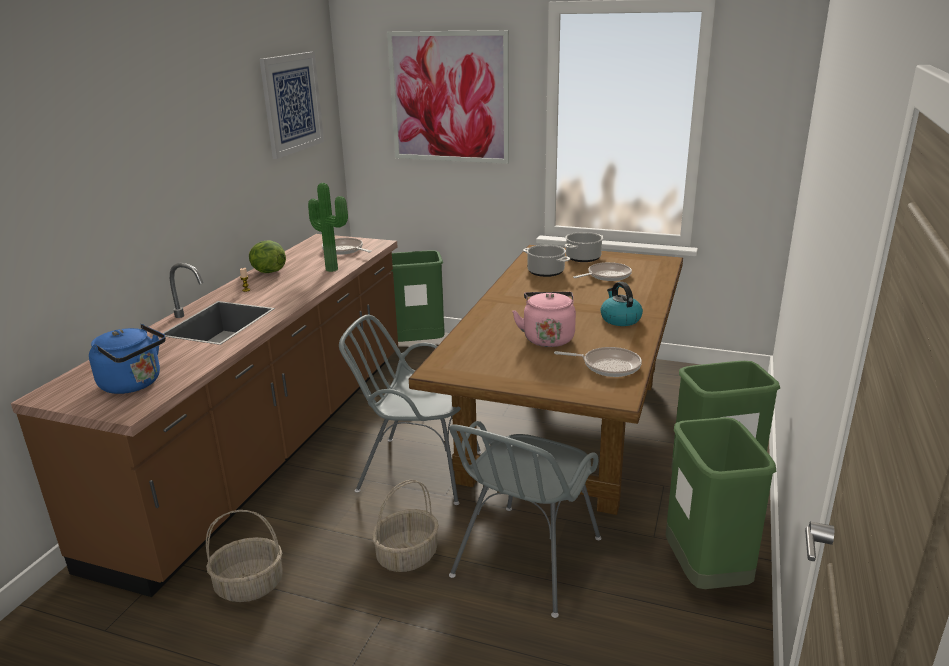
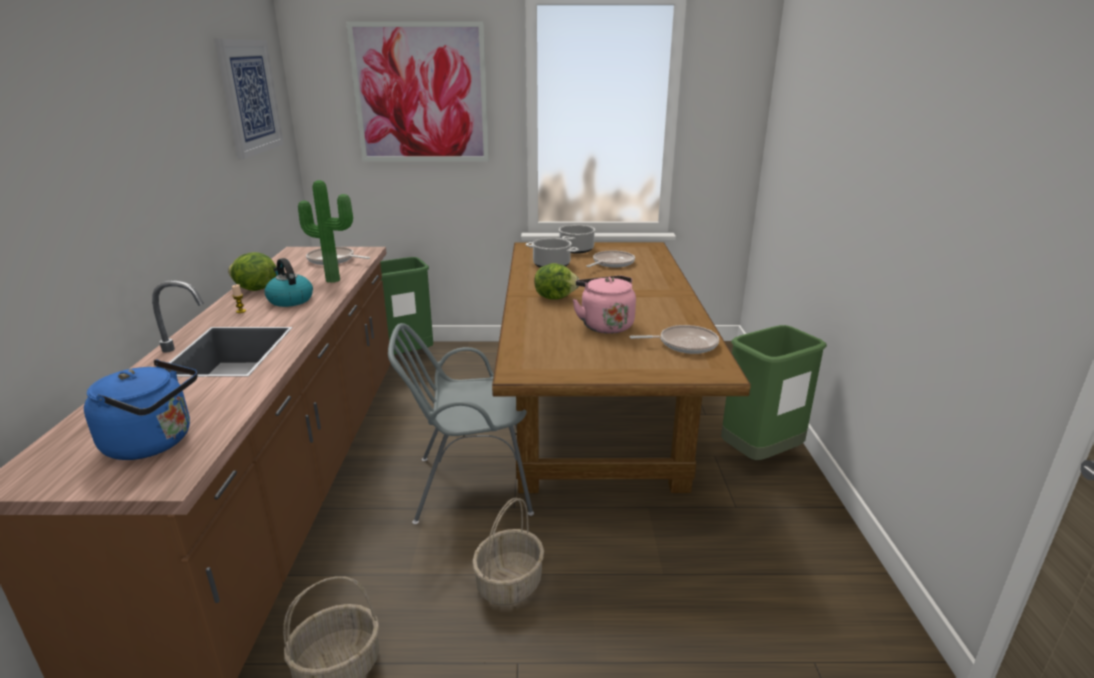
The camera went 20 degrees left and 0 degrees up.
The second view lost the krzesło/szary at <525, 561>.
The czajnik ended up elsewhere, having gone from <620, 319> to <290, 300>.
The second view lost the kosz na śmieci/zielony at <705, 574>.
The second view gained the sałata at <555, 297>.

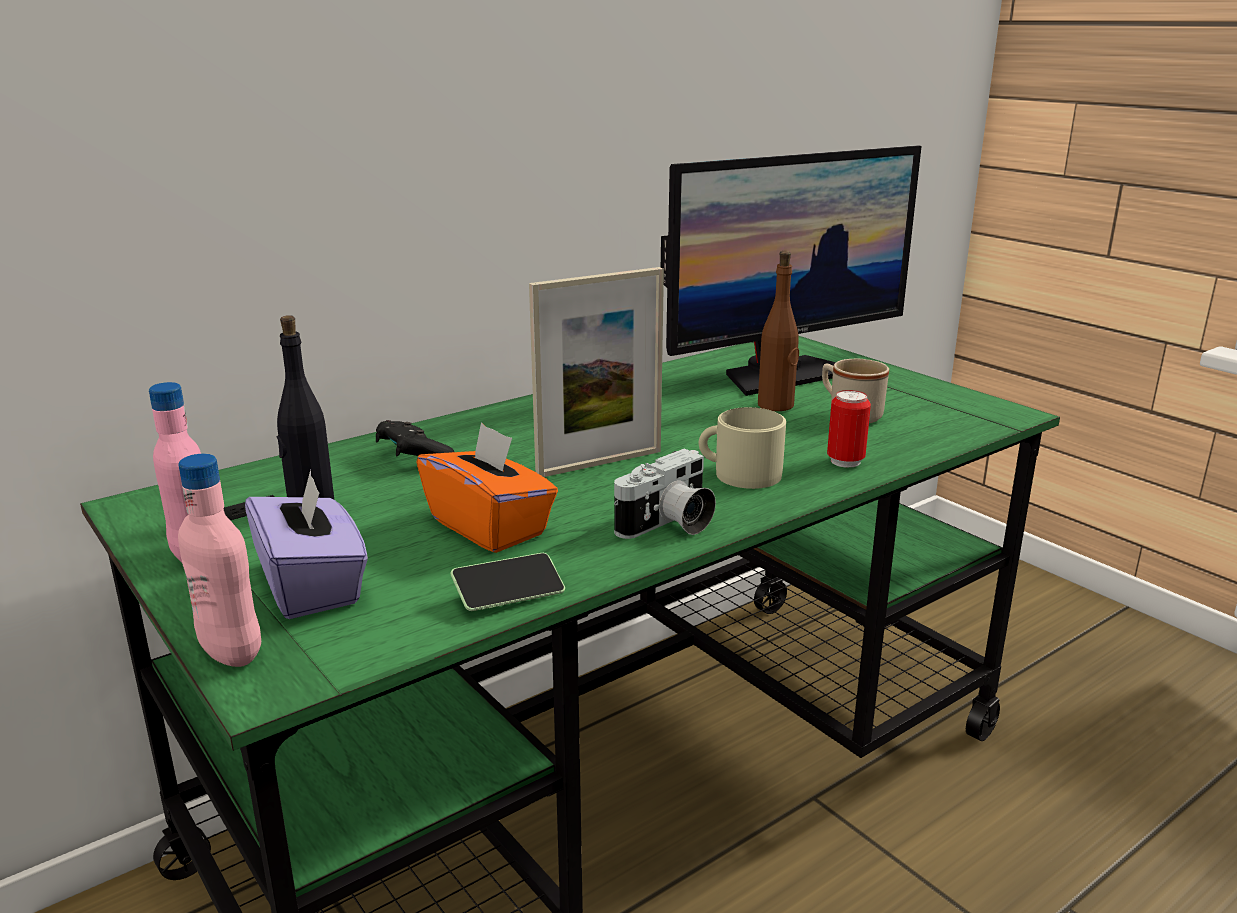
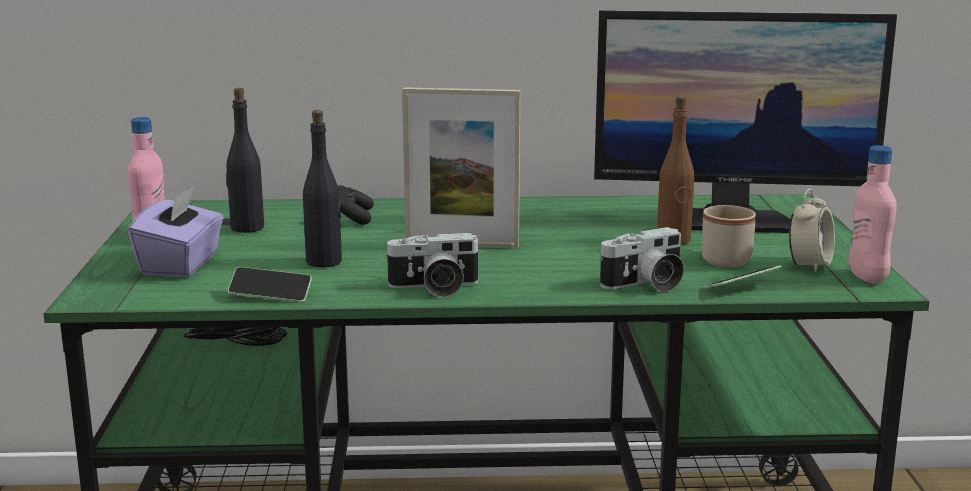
The camera went 35 degrees right and 5 degrees down.
The butelka/różowy ended up elsewhere, having gone from <231, 653> to <867, 277>.
Where the pudełko chusteczek/pomarańczowy stood at <490, 527>, the butelka/czarny came to stand at <324, 262>.
The second view lost the kubek/beżowy at <739, 474>.
Where the puszka stood at <845, 461>, the aparat fotograficzny came to stand at <646, 285>.
The second view gained the telefon at <741, 288>.
The second view gained the budzik at <809, 265>.

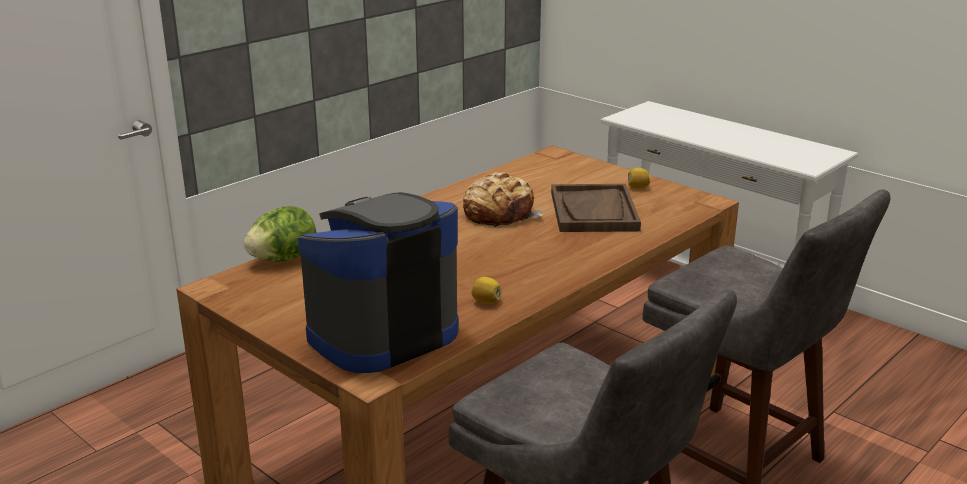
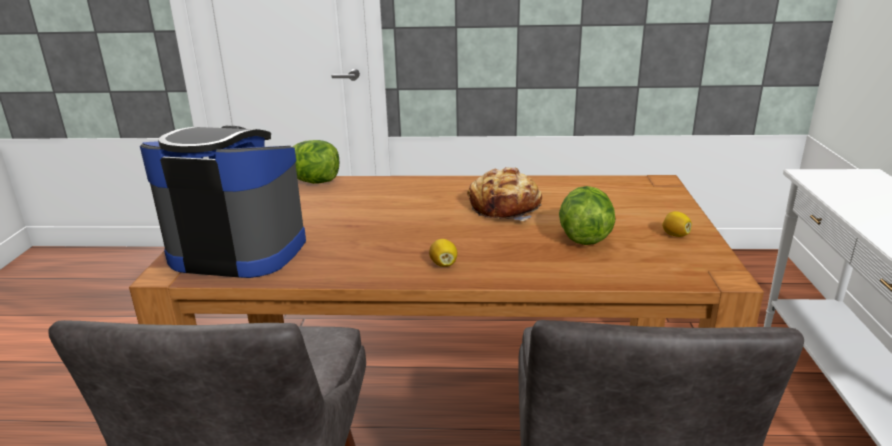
The camera went 50 degrees right and 0 degrees up.
The cytryna ended up elsewhere, having gone from <486, 302> to <443, 264>.
Where the taca/brązowy stood at <594, 211>, the sałata came to stand at <584, 237>.

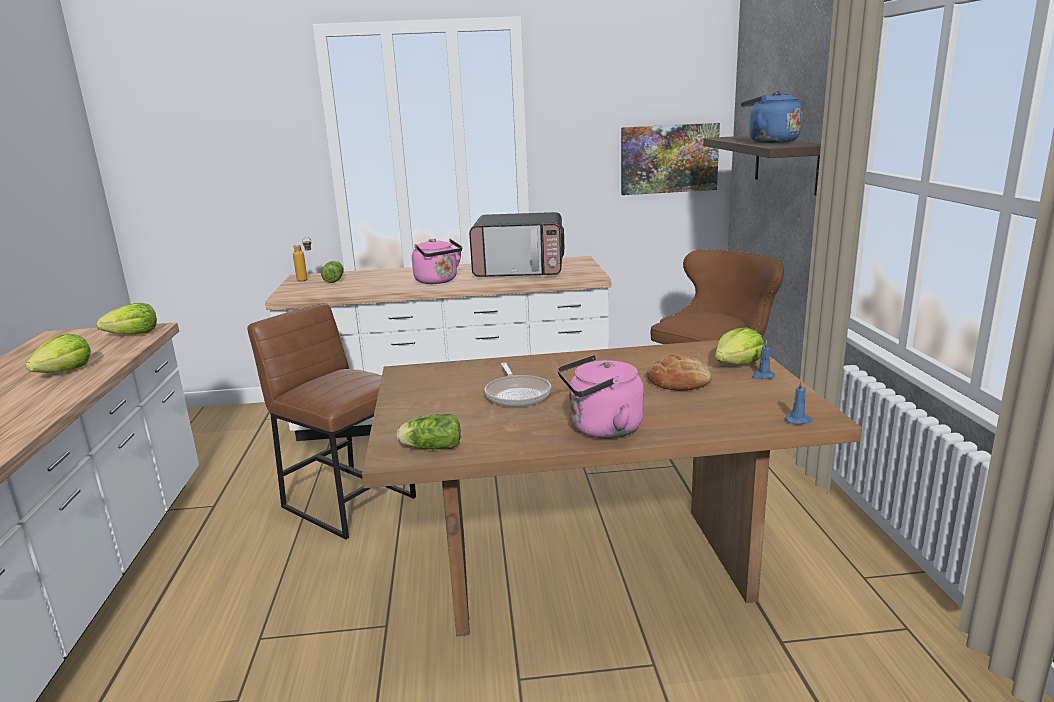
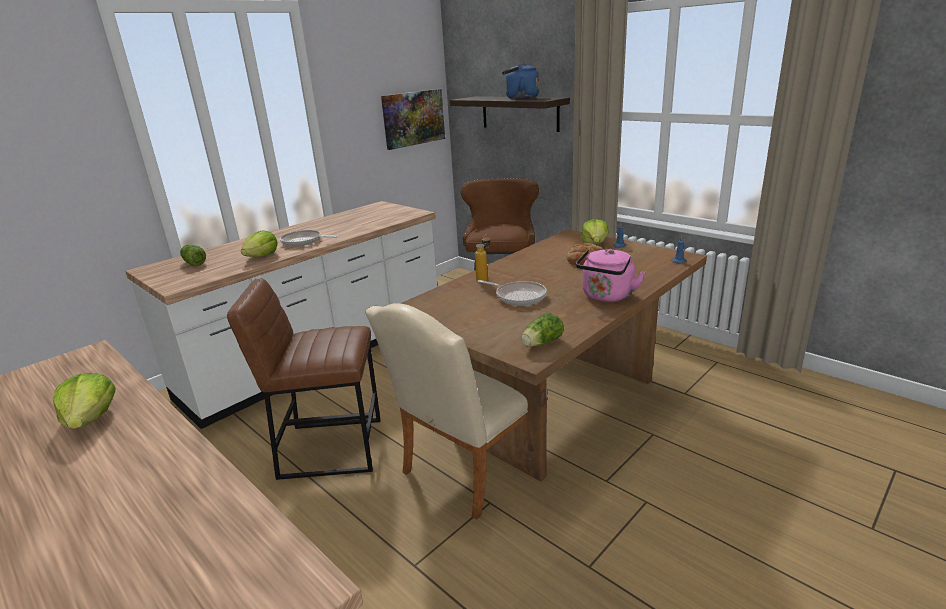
The camera went 40 degrees left and 5 degrees up.
The sałata ended up elsewhere, having gone from <134, 334> to <262, 256>.
The butelka ended up elsewhere, having gone from <306, 280> to <484, 279>.
Where the czajnik/różowy stood at <438, 281>, the patelnia came to stand at <304, 242>.
The second view lost the mikrofalówka at <520, 270>.
The second view gained the krzesło/beżowy at <467, 469>.

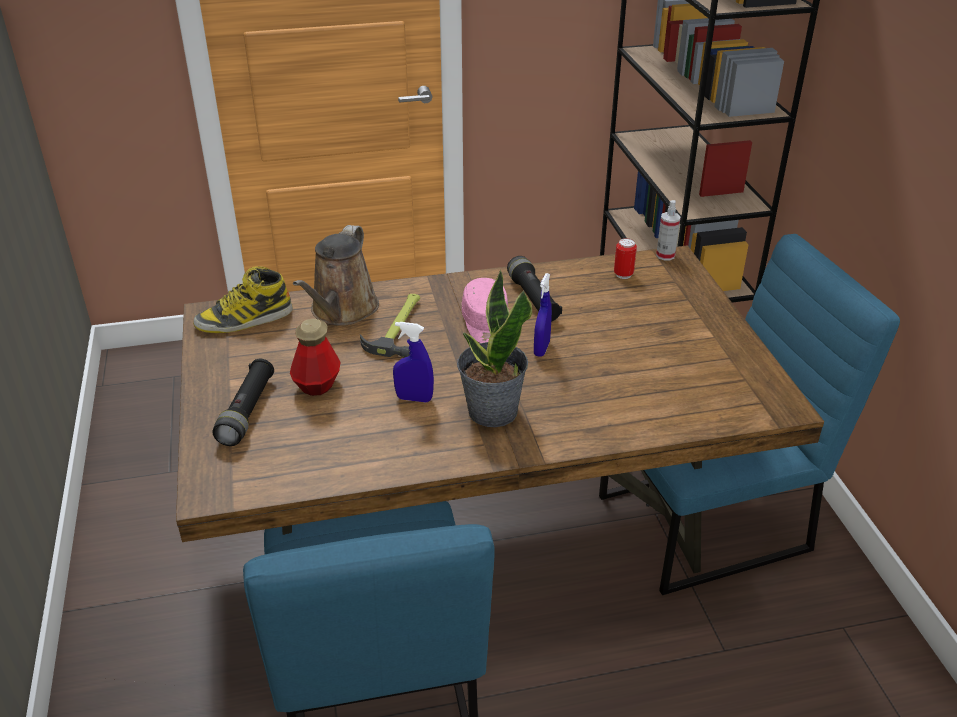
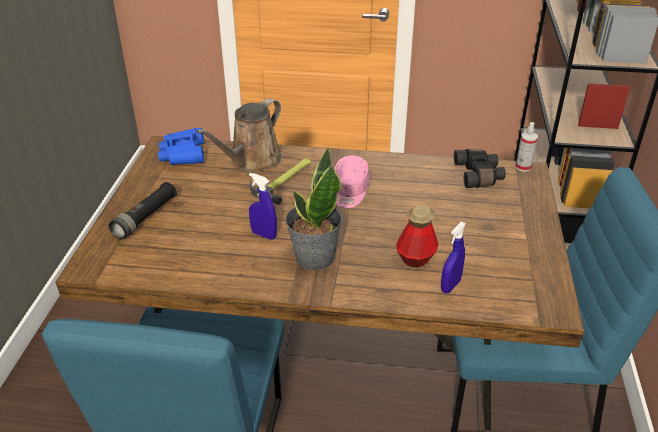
The camera went 20 degrees right and 0 degrees up.
Where the but z cholewką stood at <244, 320>, the lornetka/niebieski came to stand at <183, 154>.
The butelka ended up elsewhere, having gone from <317, 385> to <416, 258>.
The second view lost the latarka/czarny at <533, 299>.
The spryskiwacz/niebieski ended up elsewhere, having gone from <541, 349> to <450, 286>.
Where the puszka stood at <623, 275>, the lornetka/czarny came to stand at <479, 175>.

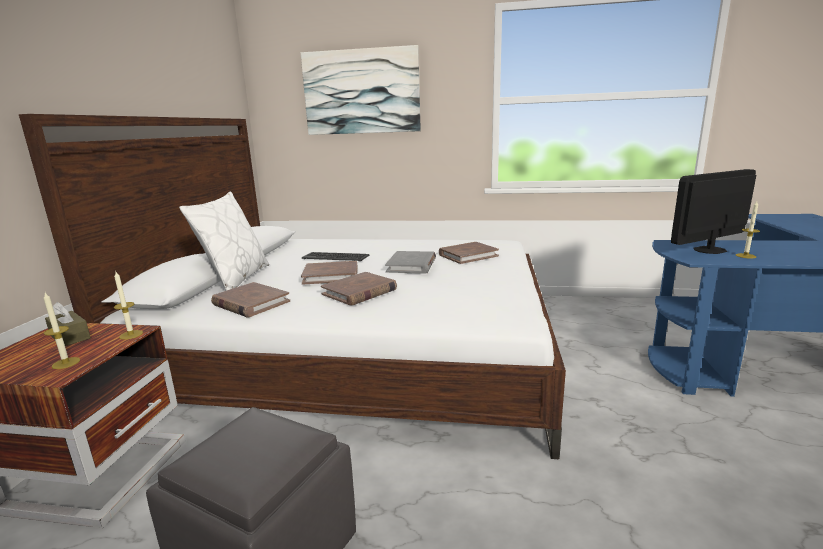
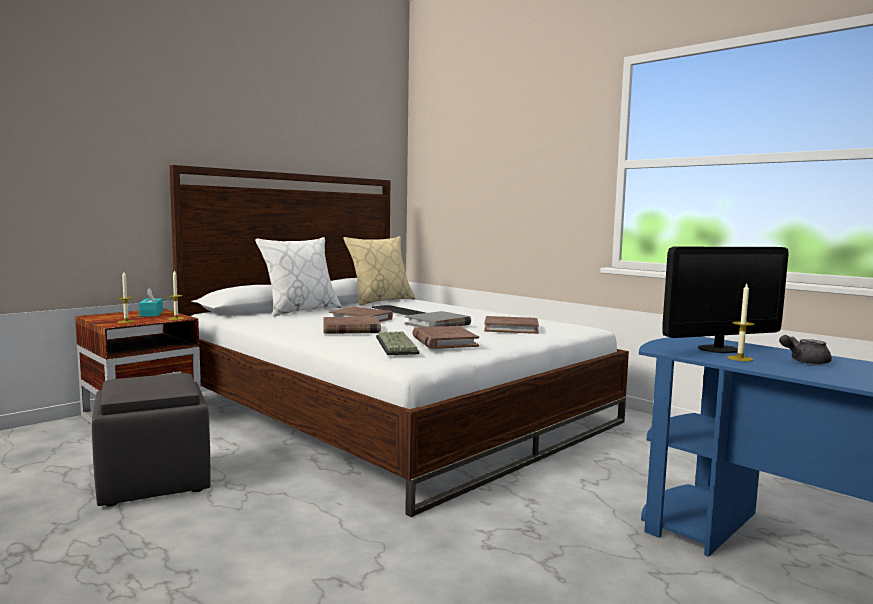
The camera went 35 degrees right and 10 degrees down.
What was the pudełko chusteczek/brązowy at <70, 336> turned into the pudełko chusteczek/turkusowy at <151, 314>.
The książka/brązowy ended up elsewhere, having gone from <250, 303> to <444, 341>.
The second view lost the obraz at <361, 92>.
The monitor at <709, 250> ended up facing another way, 150 degrees clockwise from before.
The second view gained the poduszka/beżowy at <380, 301>.
The second view gained the klawiatura at <398, 345>.
The second view gained the imbryk/szary at <804, 361>.

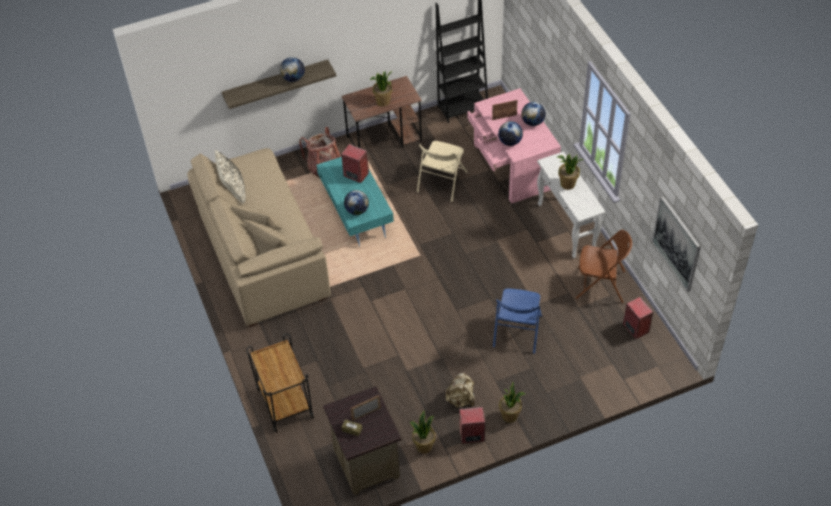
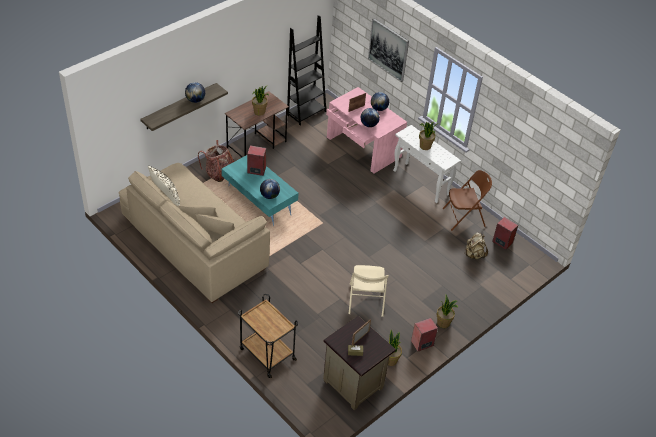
The camera went 25 degrees left and 5 degrees down.
The krzesło/beżowy ended up elsewhere, having gone from <442, 182> to <365, 300>.
The plecak/beżowy ended up elsewhere, having gone from <461, 399> to <474, 255>.
The second view lost the krzesło/niebieski at <517, 331>.
The obraz ended up elsewhere, having gone from <676, 243> to <388, 49>.

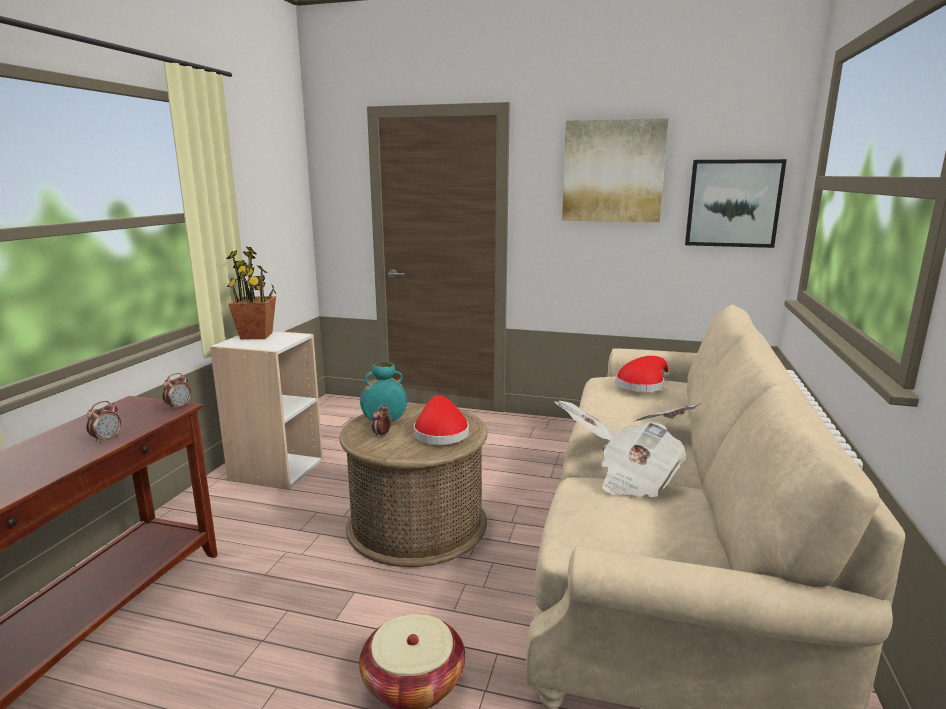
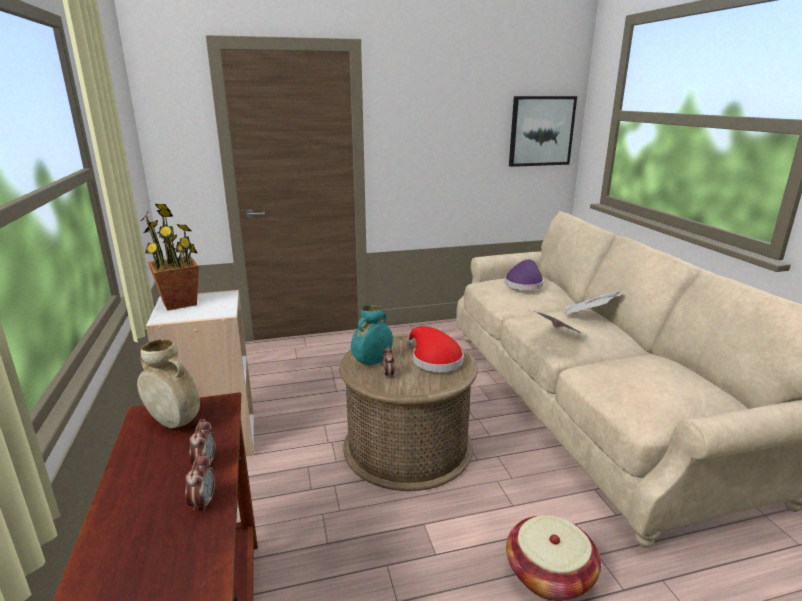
The camera went 30 degrees left and 5 degrees up.
The budzik ended up elsewhere, having gone from <179, 407> to <203, 502>.
The second view lost the obraz at <613, 171>.
The second view lost the gazeta at <636, 480>.
What was the kapelusz/czerwony at <642, 385> turned into the kapelusz/fioletowy at <524, 284>.
The second view gained the wazon/beżowy at <175, 423>.

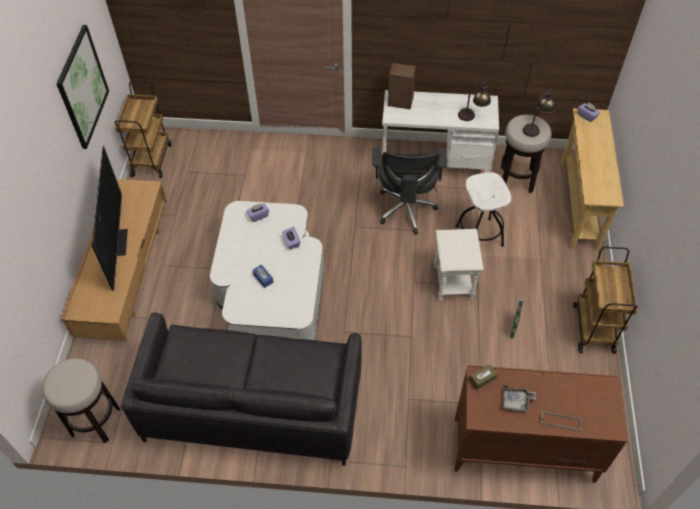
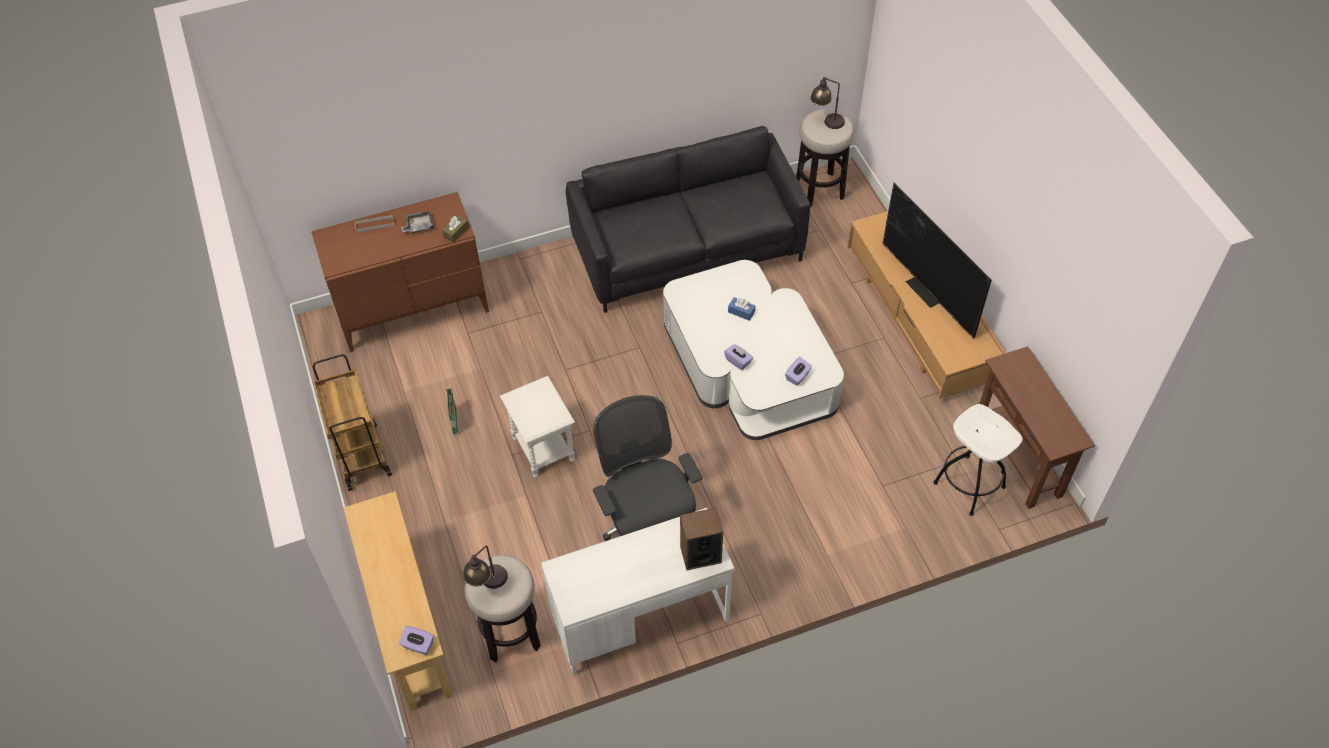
The camera went 155 degrees right and 0 degrees up.
The second view lost the obraz at <82, 87>.
Where the wózek/brązowy stood at <152, 160>, the stolik konsolowy/brązowy came to stand at <1017, 458>.
The stołek/biały ended up elsewhere, having gone from <479, 236> to <969, 484>.
The lampa stołowa ended up elsewhere, having gone from <472, 117> to <826, 121>.

